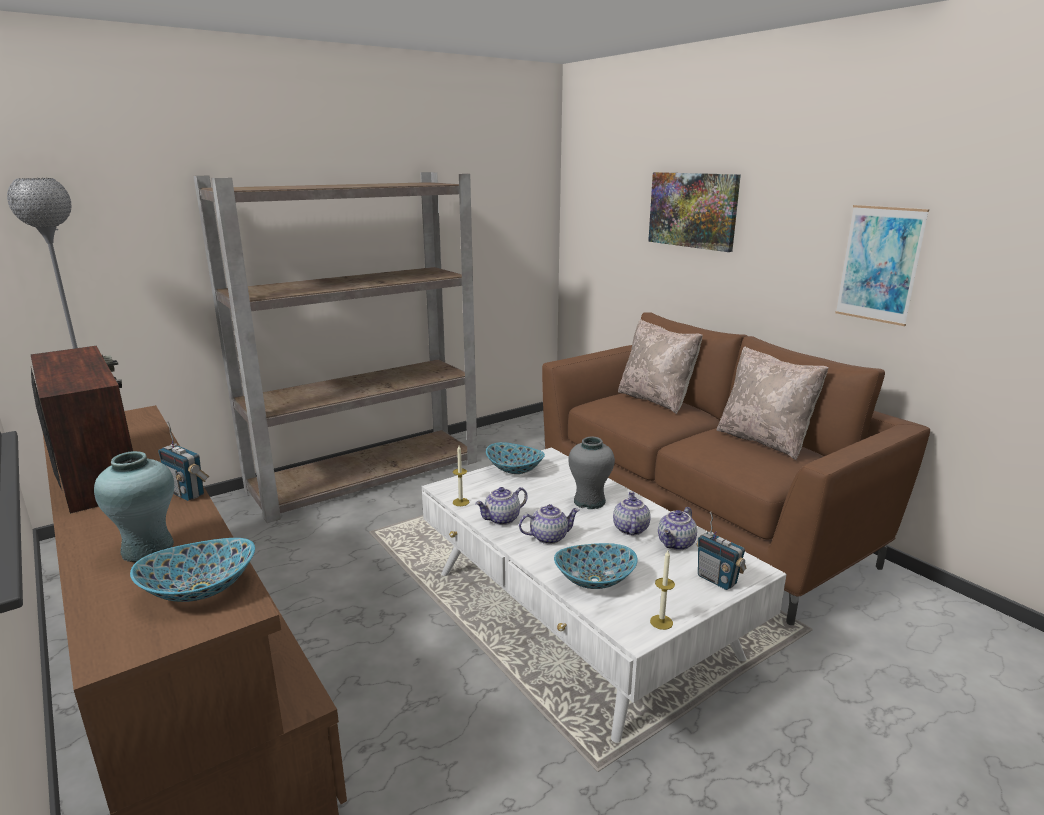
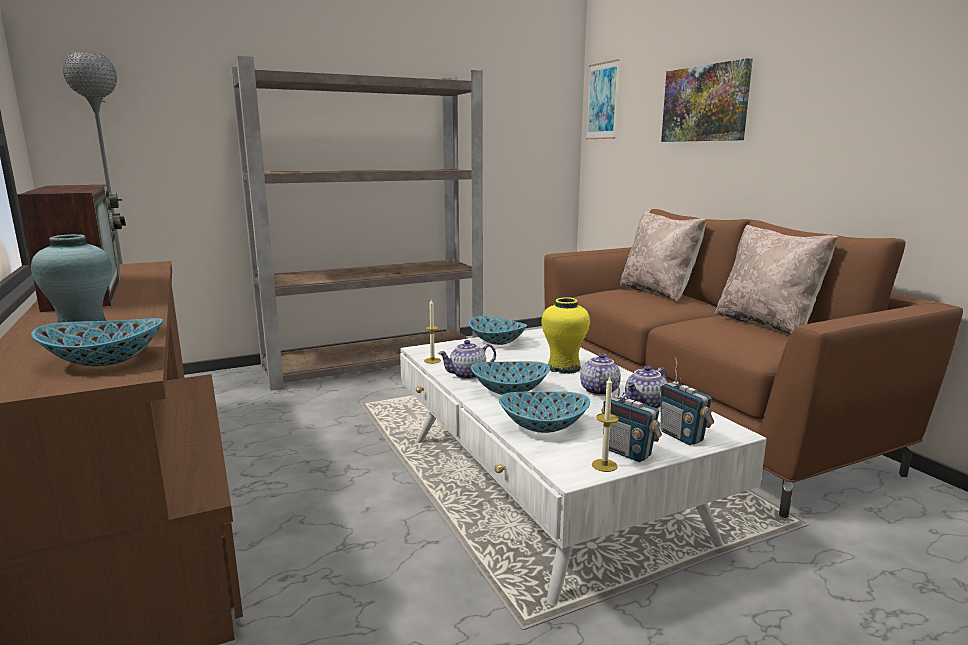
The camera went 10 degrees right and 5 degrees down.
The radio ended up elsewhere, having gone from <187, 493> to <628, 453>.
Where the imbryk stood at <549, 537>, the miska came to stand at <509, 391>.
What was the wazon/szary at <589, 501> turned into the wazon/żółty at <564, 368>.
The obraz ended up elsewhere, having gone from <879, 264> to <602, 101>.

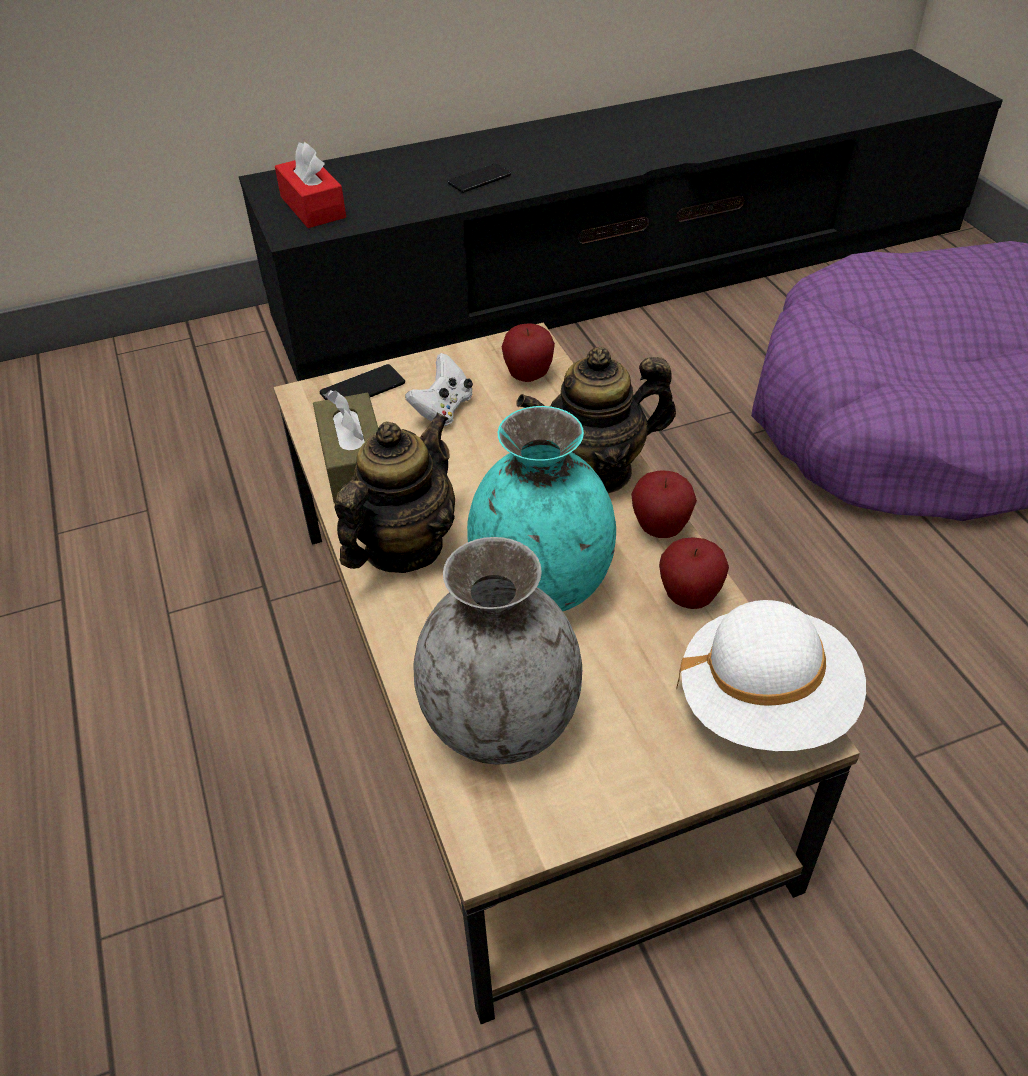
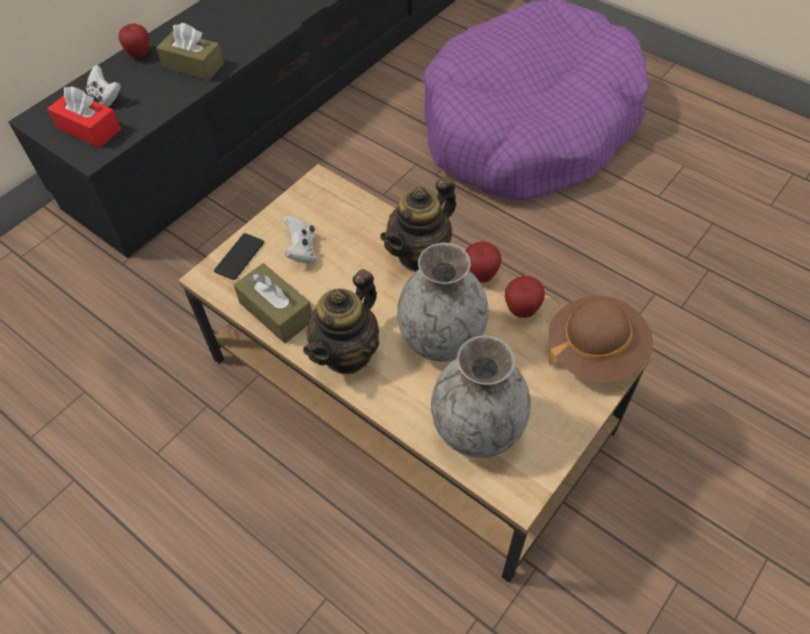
The camera went 30 degrees left and 10 degrees up.
The imbryk at <403, 547> ended up facing another way, 150 degrees counterclockwise from before.
Where the telefon stood at <479, 179>, the pudełko chusteczek/brązowy came to stand at <193, 66>.
What was the wazon/turkusowy at <542, 584> turned into the wazon/szary at <441, 338>.
The jabłko ended up elsewhere, having gone from <528, 376> to <139, 54>.
What was the kapelusz/biały at <765, 702> turned into the kapelusz/brązowy at <595, 351>.
The second view gained the pad do gier/biały at <106, 97>.

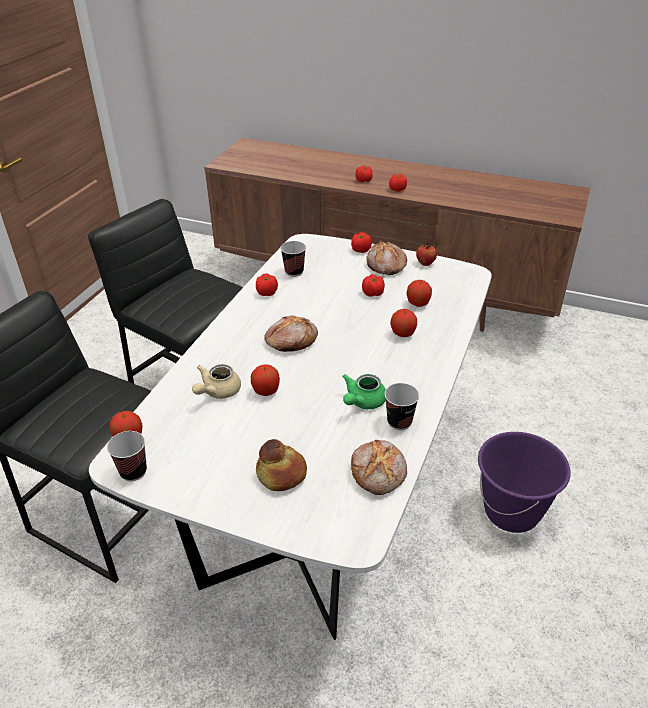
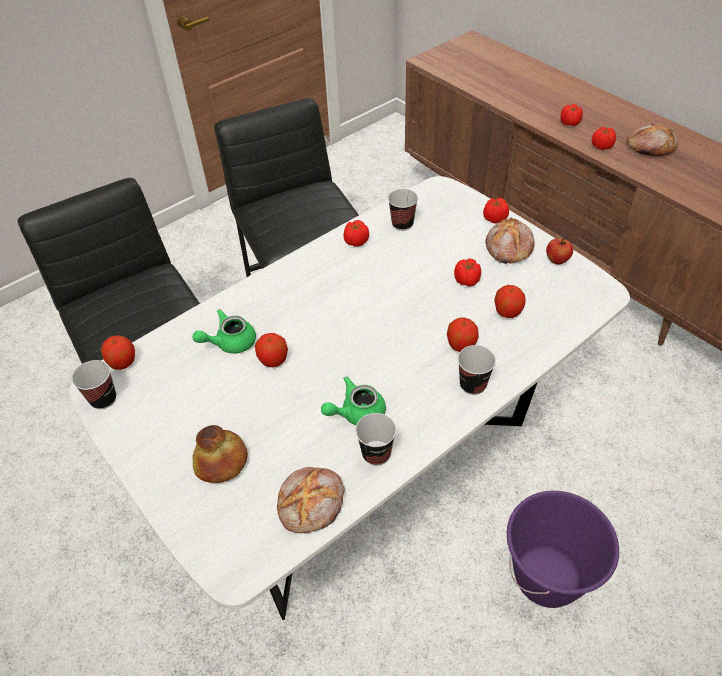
The camera went 30 degrees right and 10 degrees up.
What was the imbryk/beżowy at <217, 392> turned into the imbryk/zielony at <230, 342>.
The chleb ended up elsewhere, having gone from <291, 341> to <649, 147>.
The second view gained the filiżanka at <473, 385>.

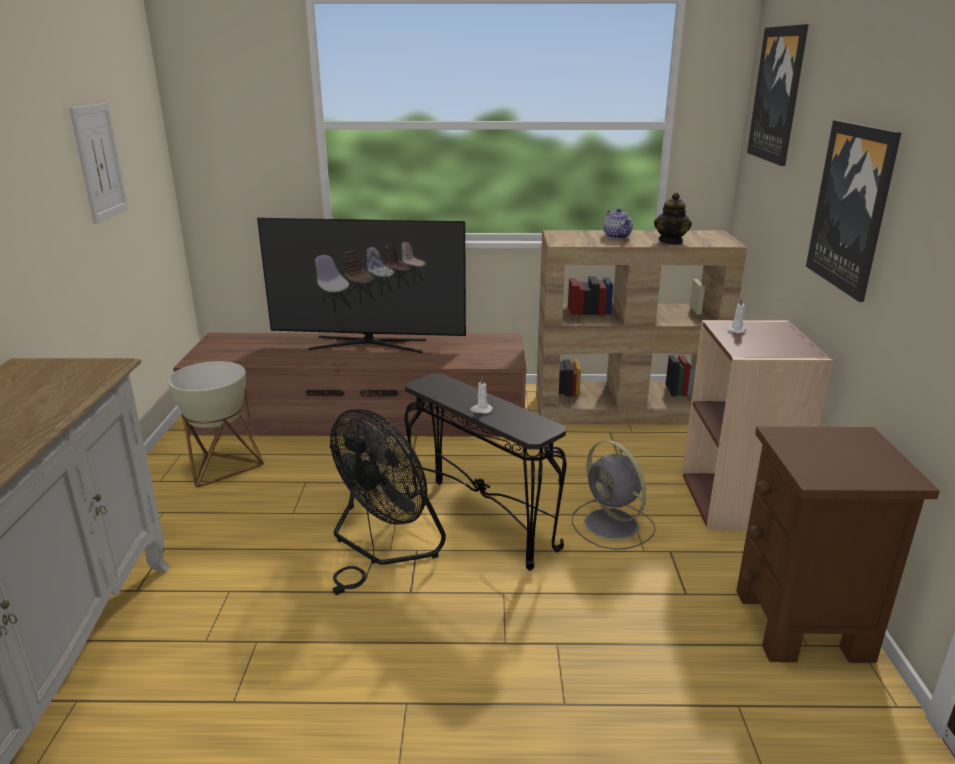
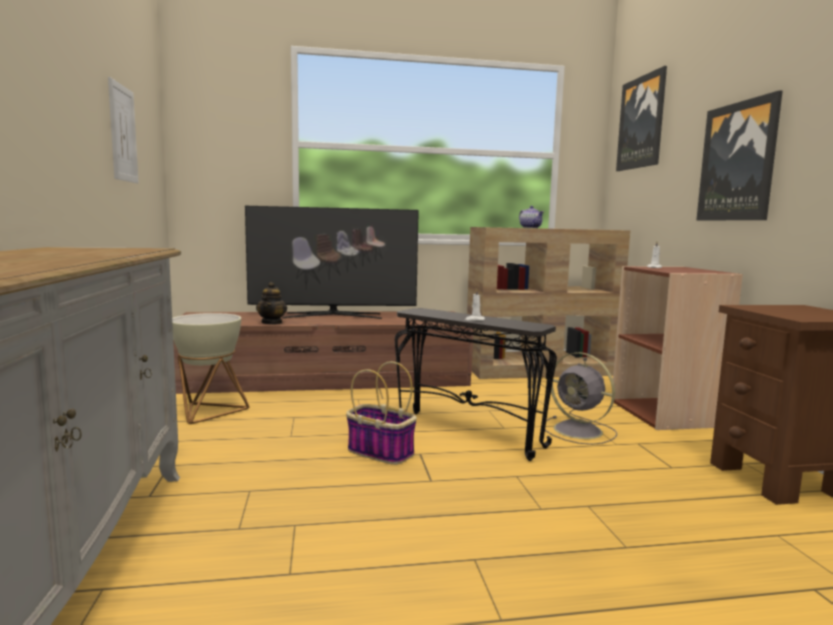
The camera went 10 degrees left and 15 degrees down.
Where the wentylator/czarny stood at <374, 544>, the koszyk came to stand at <379, 452>.
The imbryk ended up elsewhere, having gone from <671, 241> to <272, 323>.

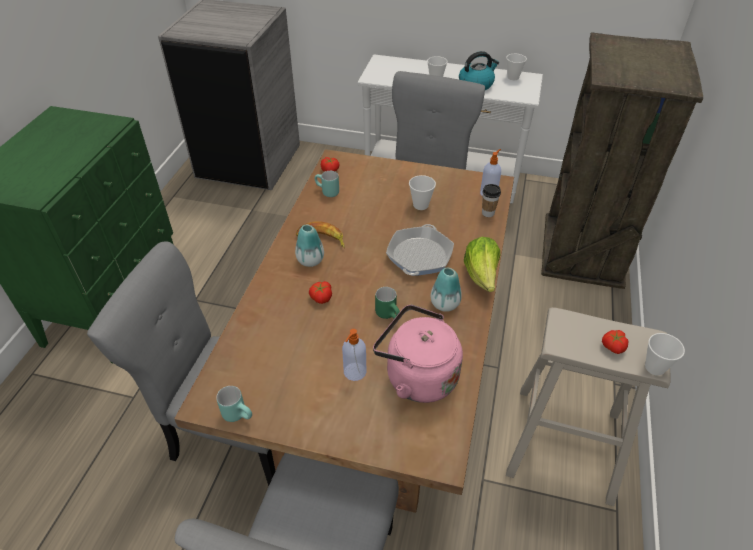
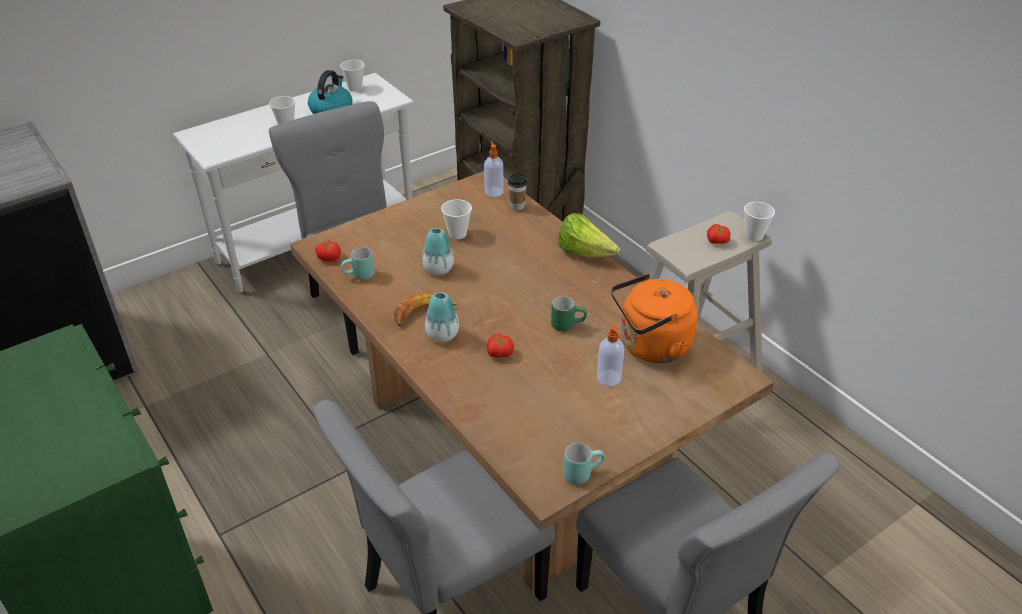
The camera went 50 degrees left and 5 degrees down.
What was the czajnik/różowy at <417, 376> turned into the czajnik/pomarańczowy at <650, 346>.
The second view lost the patelnia at <419, 256>.
The wazon ended up elsewhere, having gone from <445, 304> to <438, 269>.

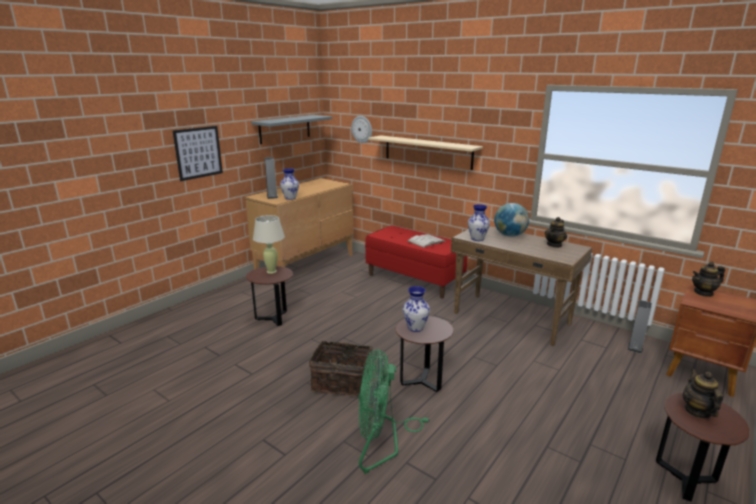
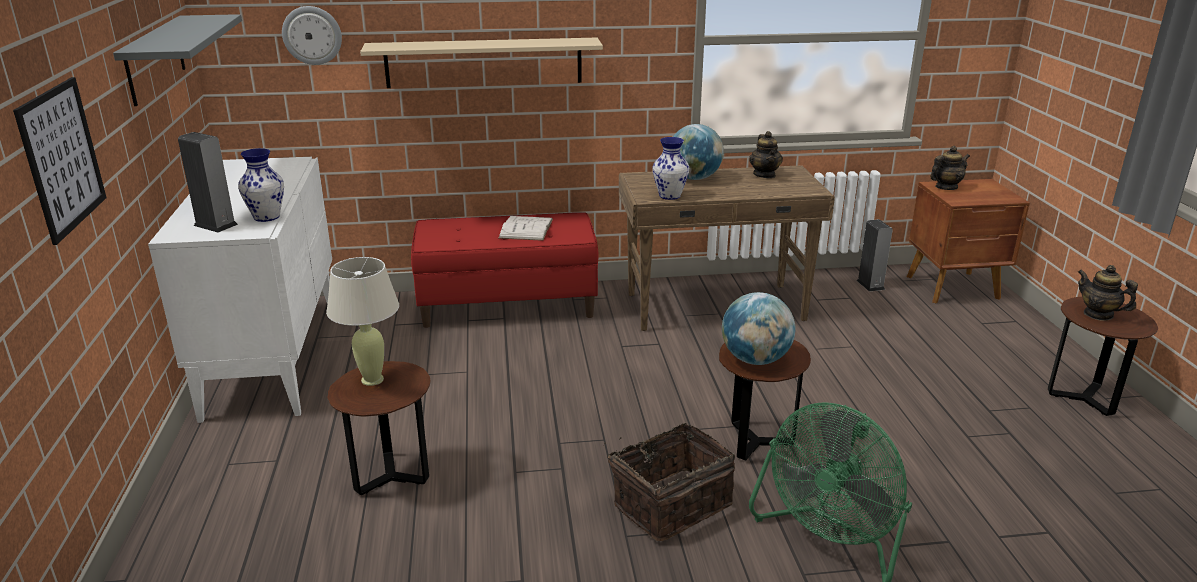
The camera went 45 degrees left and 5 degrees up.
What was the szafka/brązowy at <306, 265> turned into the szafka/biały at <274, 357>.
Where the wazon stood at <415, 328>, the globus came to stand at <755, 360>.
The imbryk at <703, 293> ended up facing another way, 150 degrees counterclockwise from before.

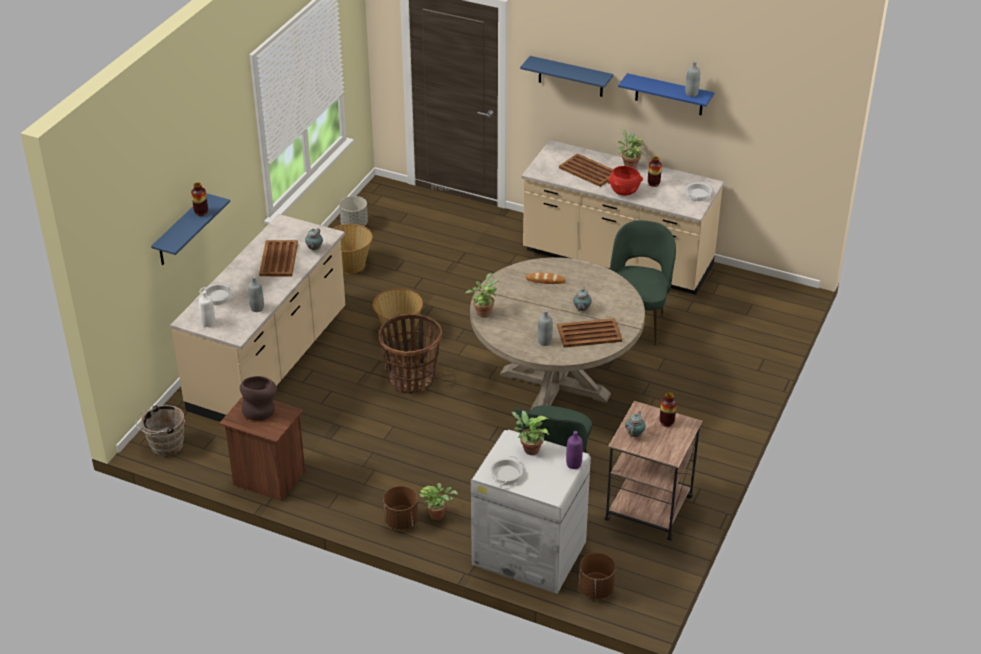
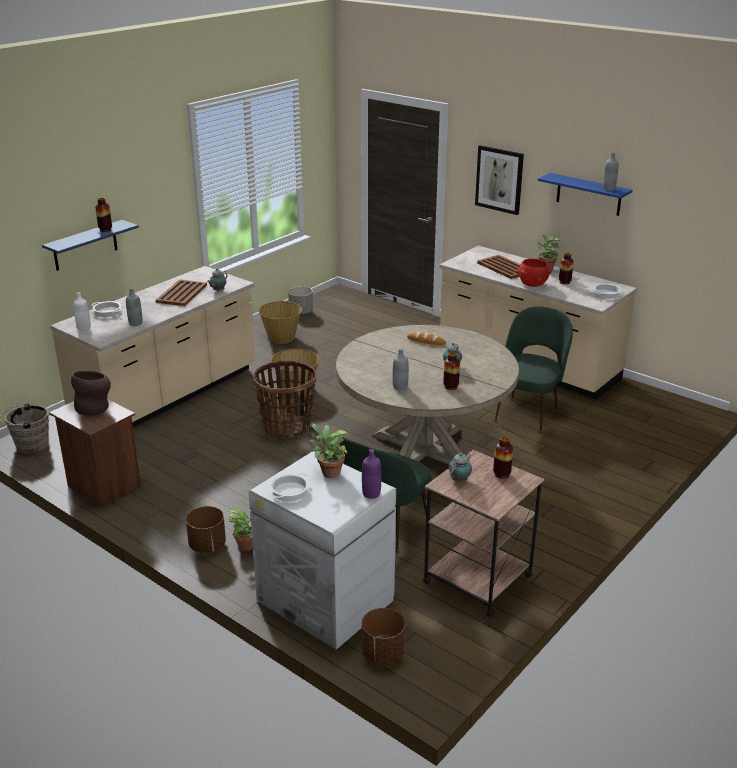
The camera went 15 degrees right and 10 degrees down.
The second view lost the roślina doniczkowa at <483, 312>.
Where the półka/niebieski hung at <570, 77>, the obraz came to hang at <499, 179>.
Where the taca/brązowy stood at <590, 334>, the wazon came to stand at <450, 386>.

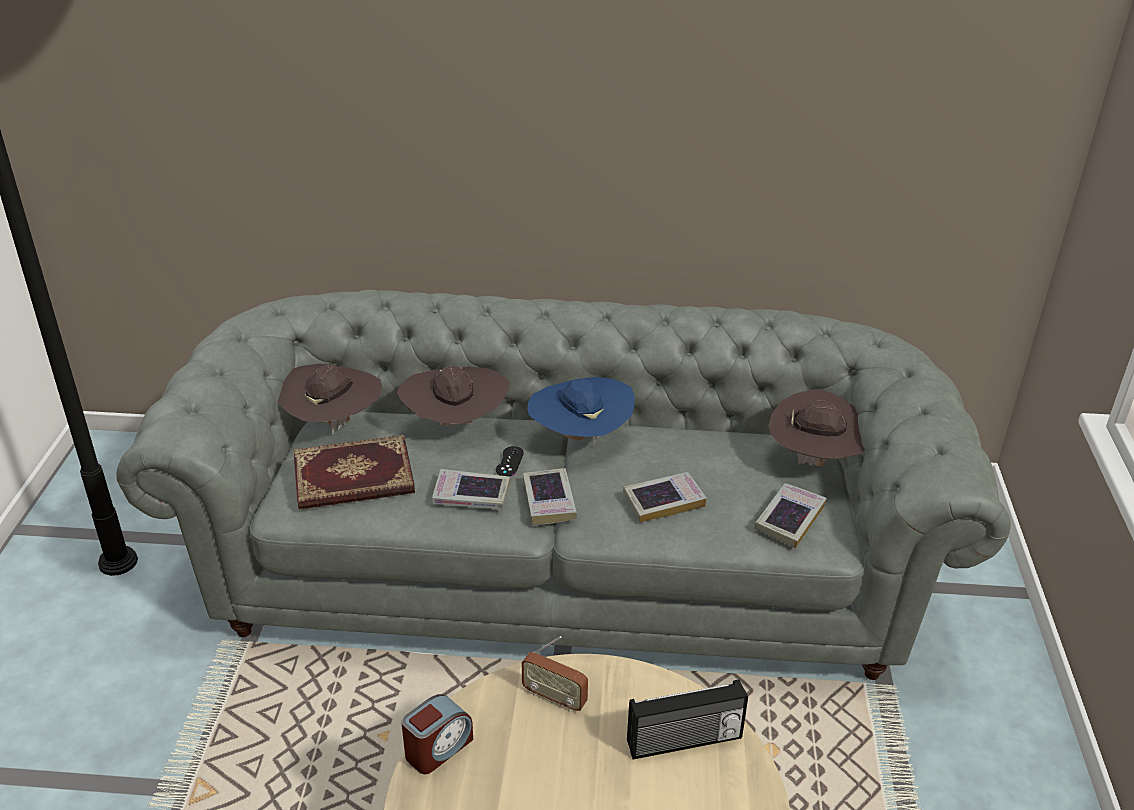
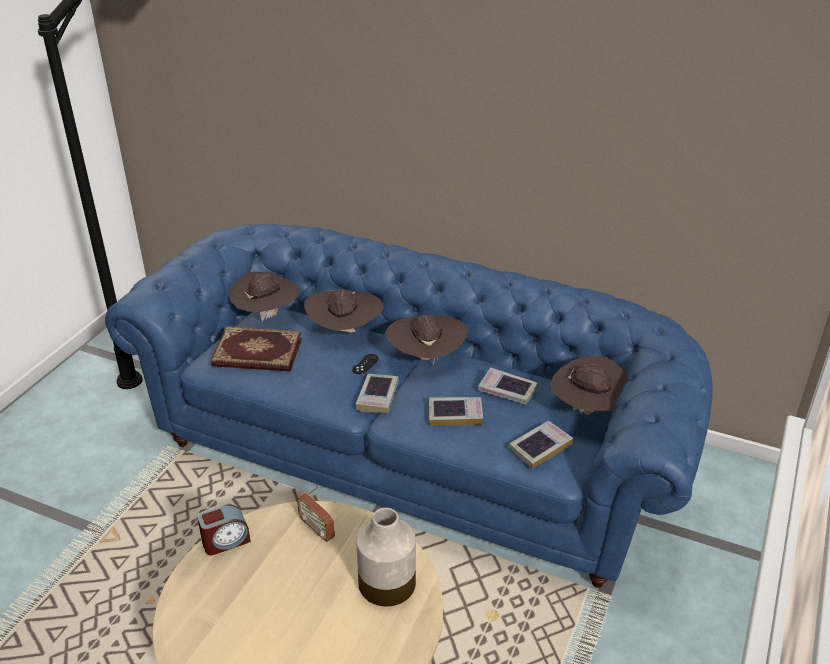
The camera went 20 degrees right and 0 degrees up.
What was the kanapa/szary at <564, 560> turned into the kanapa/niebieski at <413, 446>.
The książka ended up elsewhere, having gone from <471, 495> to <507, 390>.
What was the kapelusz/niebieski at <580, 438> turned into the kapelusz/brązowy at <426, 358>.
Where the radio stood at <685, 742>, the wazon/beżowy came to stand at <387, 582>.

